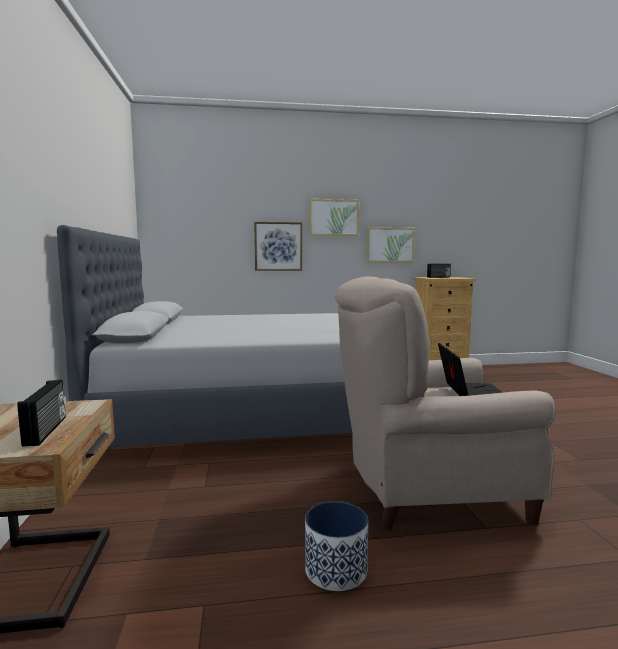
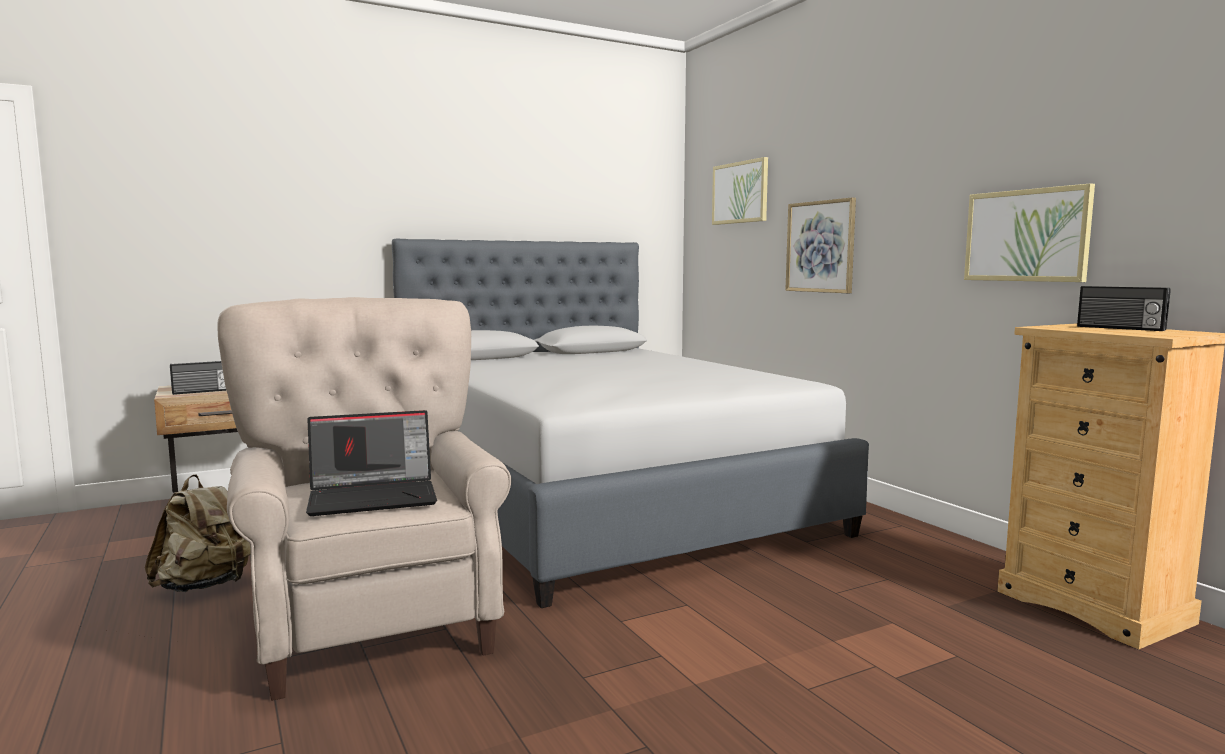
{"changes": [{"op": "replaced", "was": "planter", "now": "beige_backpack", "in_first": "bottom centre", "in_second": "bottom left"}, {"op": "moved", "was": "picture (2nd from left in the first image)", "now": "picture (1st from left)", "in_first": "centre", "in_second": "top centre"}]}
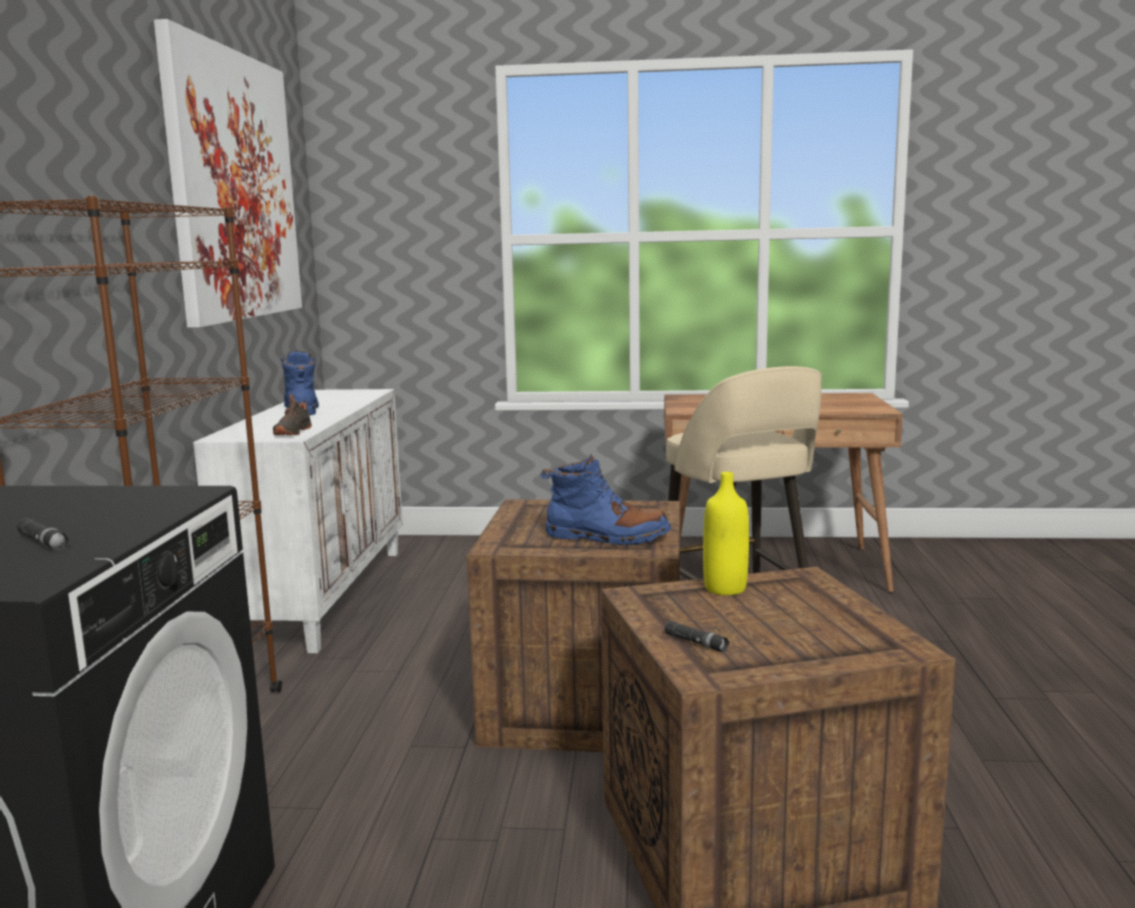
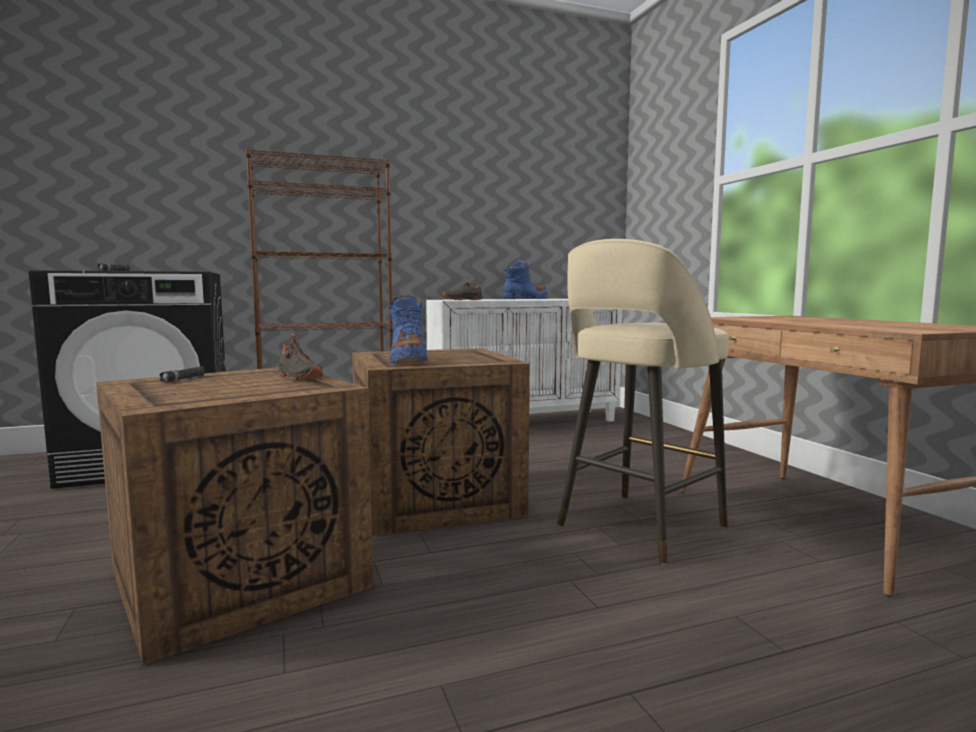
{"changes": [{"op": "removed", "was": "picture", "in_first": "top left"}, {"op": "replaced", "was": "yellow_bottle", "now": "black_shoe (1st from left)", "in_first": "centre", "in_second": "middle left"}]}
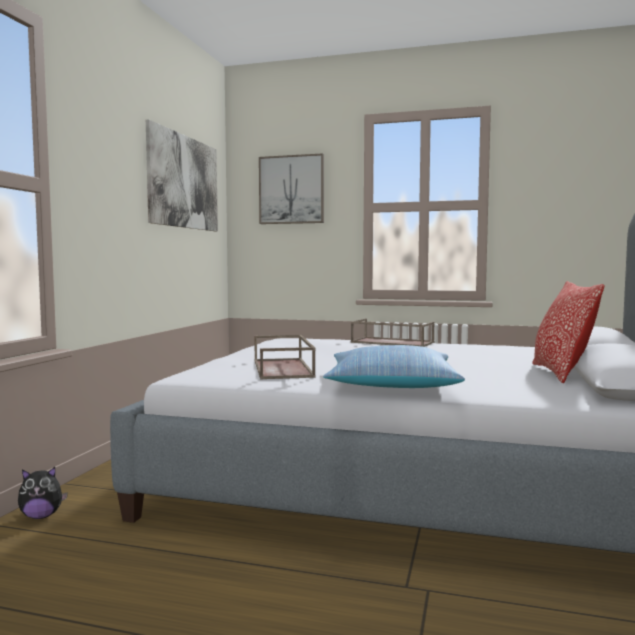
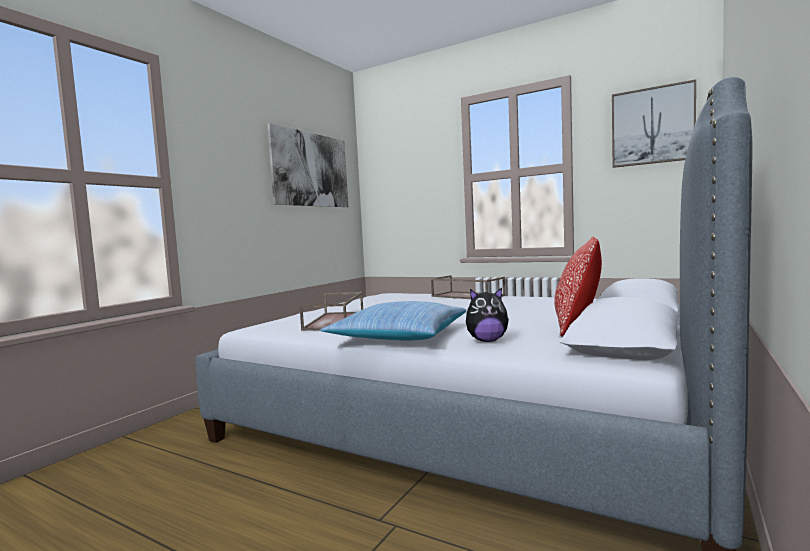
{"changes": [{"op": "moved", "was": "plush_toy", "in_first": "bottom left", "in_second": "centre"}, {"op": "moved", "was": "picture (2nd from left)", "in_first": "top centre", "in_second": "top right"}]}
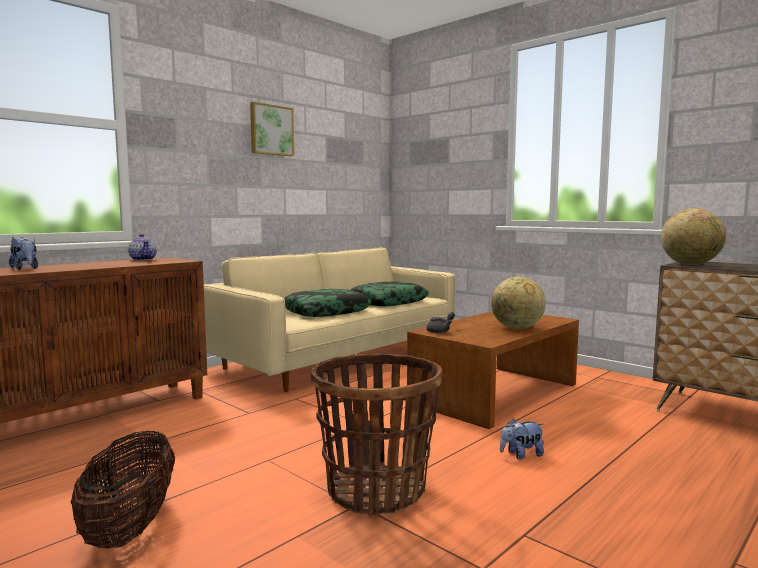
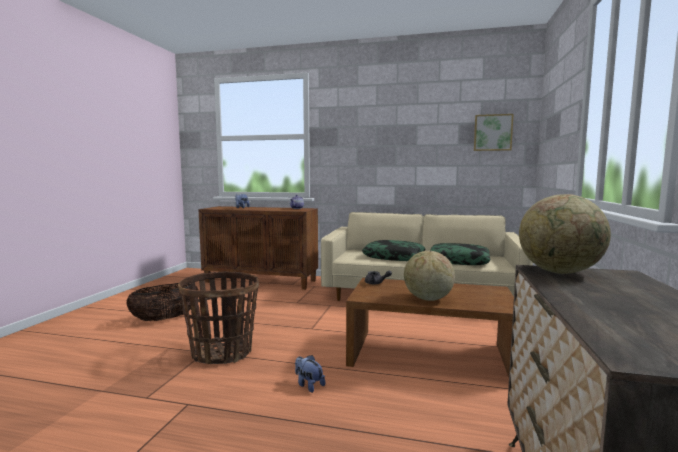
{"changes": [{"op": "moved", "was": "picture", "in_first": "top centre", "in_second": "top right"}]}
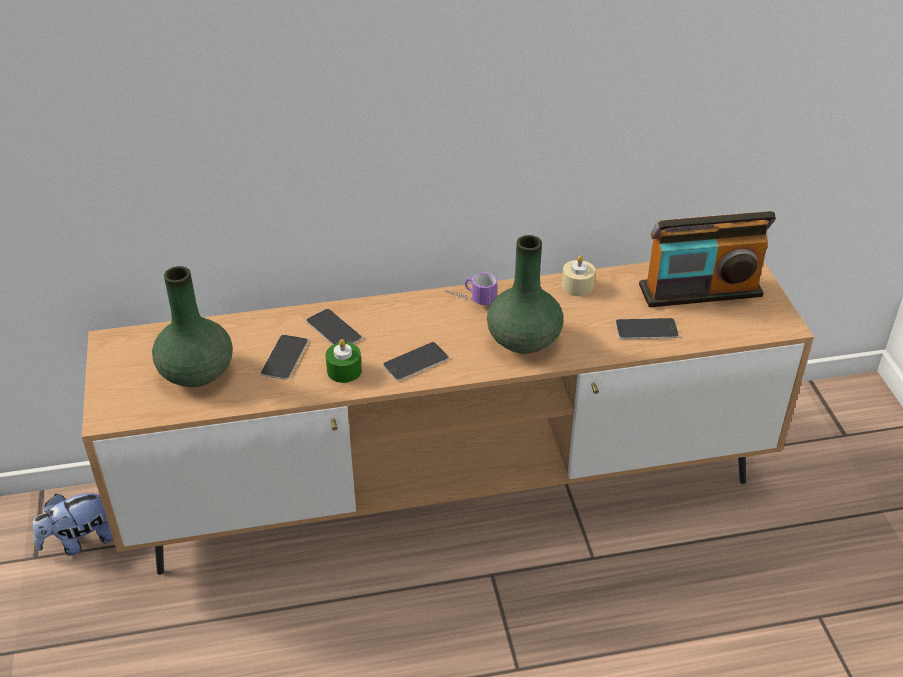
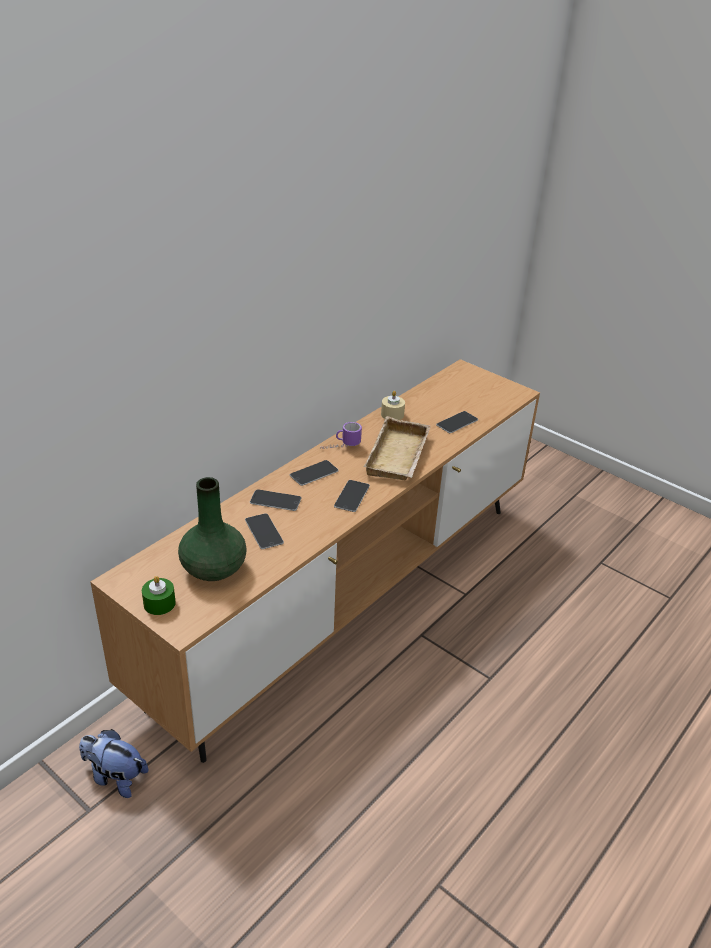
{"changes": [{"op": "turned", "was": "plush_toy", "in_first": "bottom left", "in_second": "bottom left", "clockwise": 90}, {"op": "moved", "was": "green_candle", "in_first": "centre", "in_second": "middle left"}, {"op": "replaced", "was": "green_vase (2nd from left)", "now": "beige_tray", "in_first": "centre", "in_second": "centre"}, {"op": "removed", "was": "radio", "in_first": "middle right"}, {"op": "added", "now": "phone (3rd from left)", "in_second": "centre"}]}
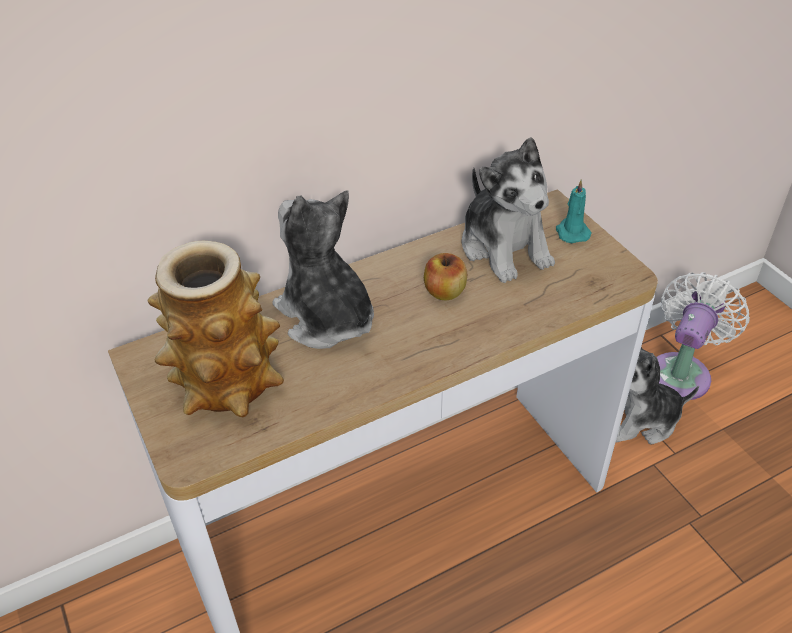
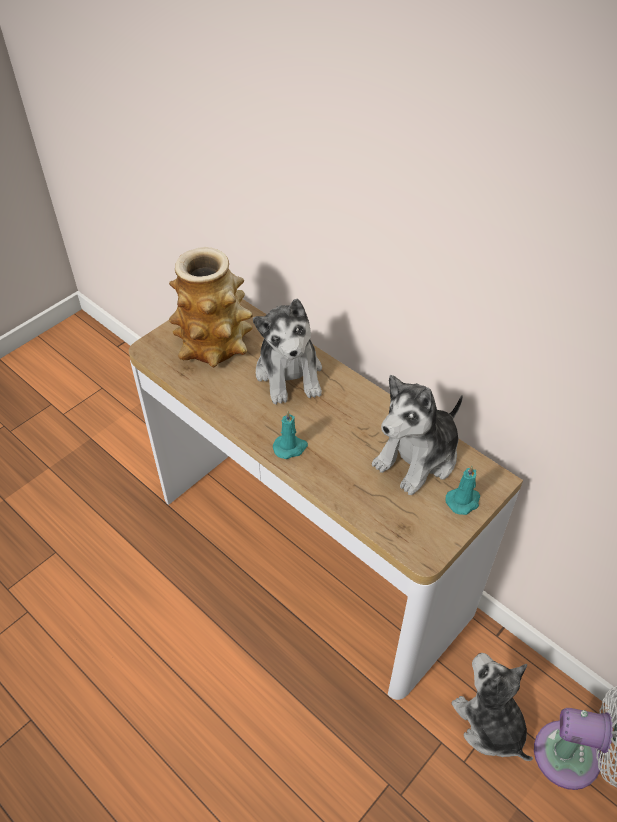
{"changes": [{"op": "turned", "was": "plush_toy (1st from left)", "in_first": "centre", "in_second": "centre", "clockwise": 135}, {"op": "removed", "was": "apple", "in_first": "centre"}, {"op": "added", "now": "turquoise_candle (1st from left)", "in_second": "centre"}]}
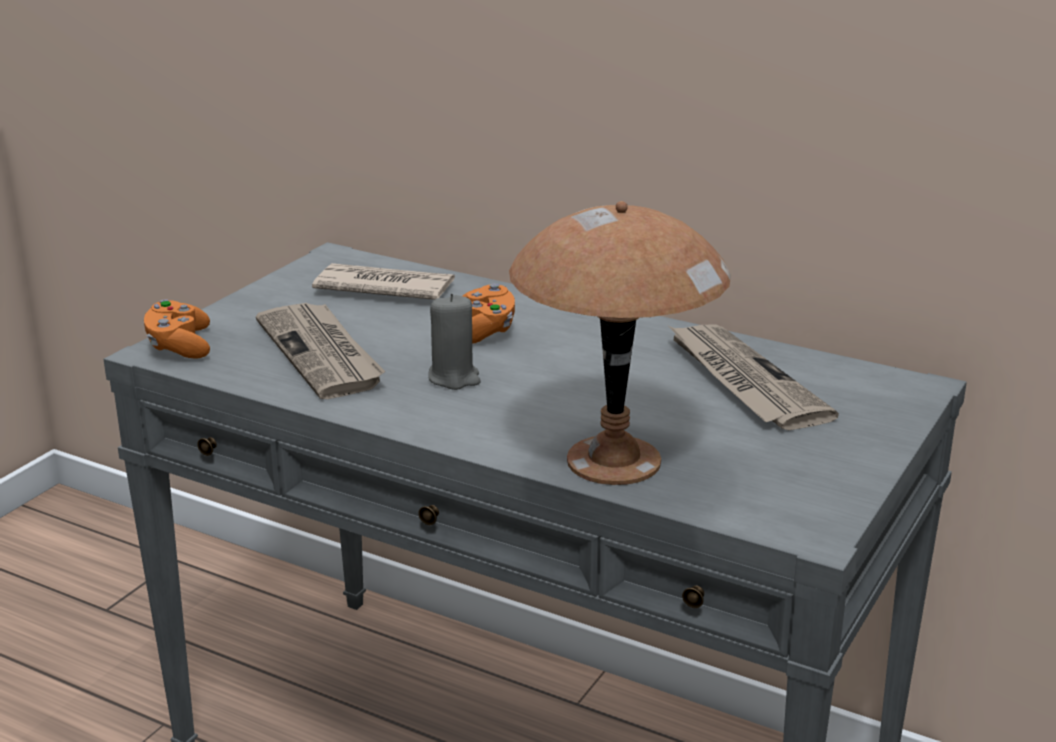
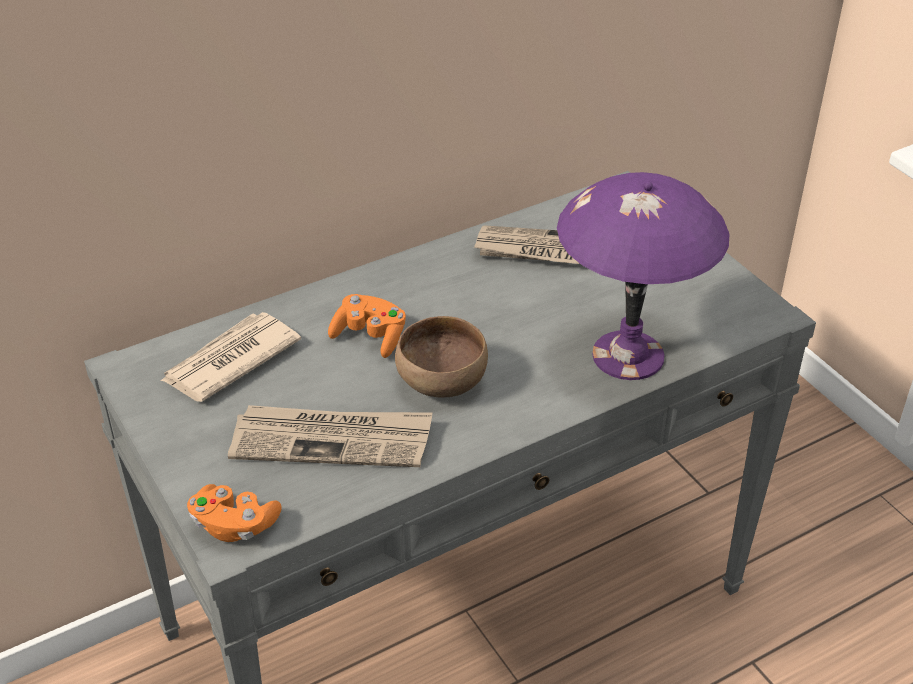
{"changes": [{"op": "replaced", "was": "grey_candle", "now": "brown_bowl", "in_first": "centre", "in_second": "centre"}, {"op": "recoloured", "was": "brown_table_lamp", "now": "purple_table_lamp", "in_first": "centre", "in_second": "middle right"}]}
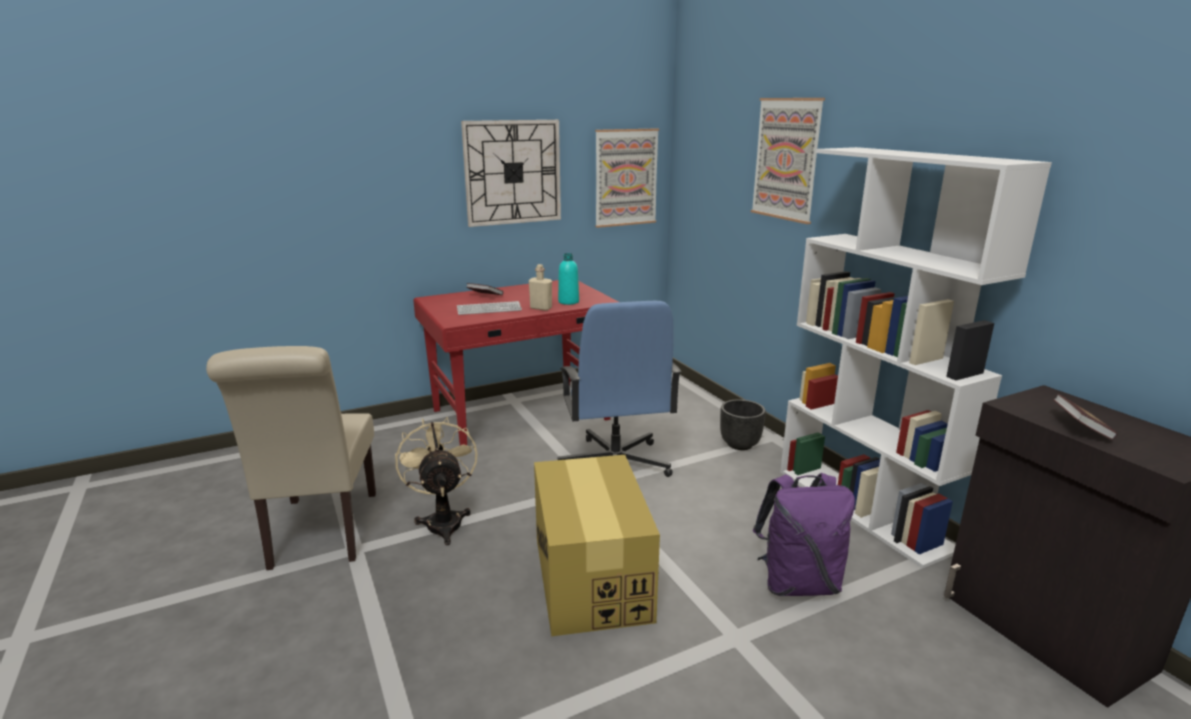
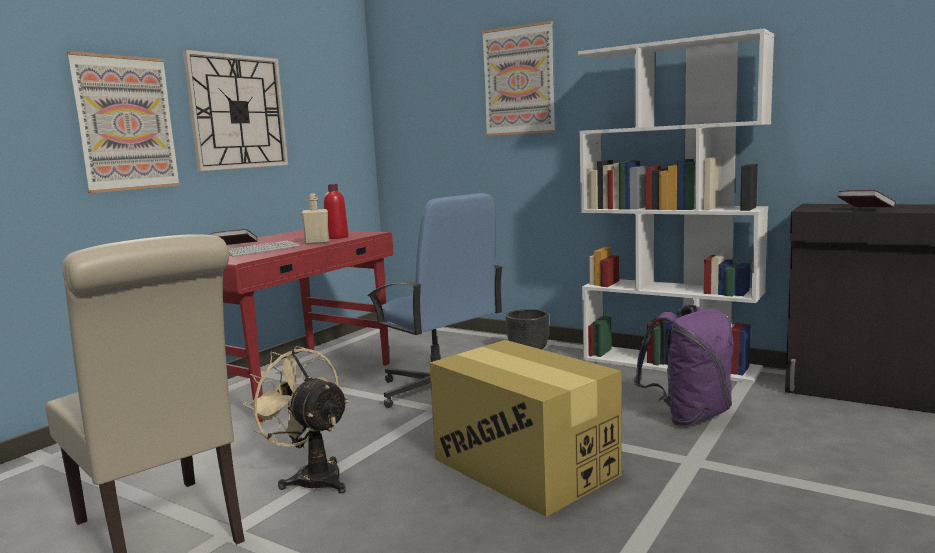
{"changes": [{"op": "recoloured", "was": "turquoise_bottle", "now": "red_bottle", "in_first": "centre", "in_second": "centre"}, {"op": "moved", "was": "picture (1st from left)", "in_first": "top centre", "in_second": "top left"}]}
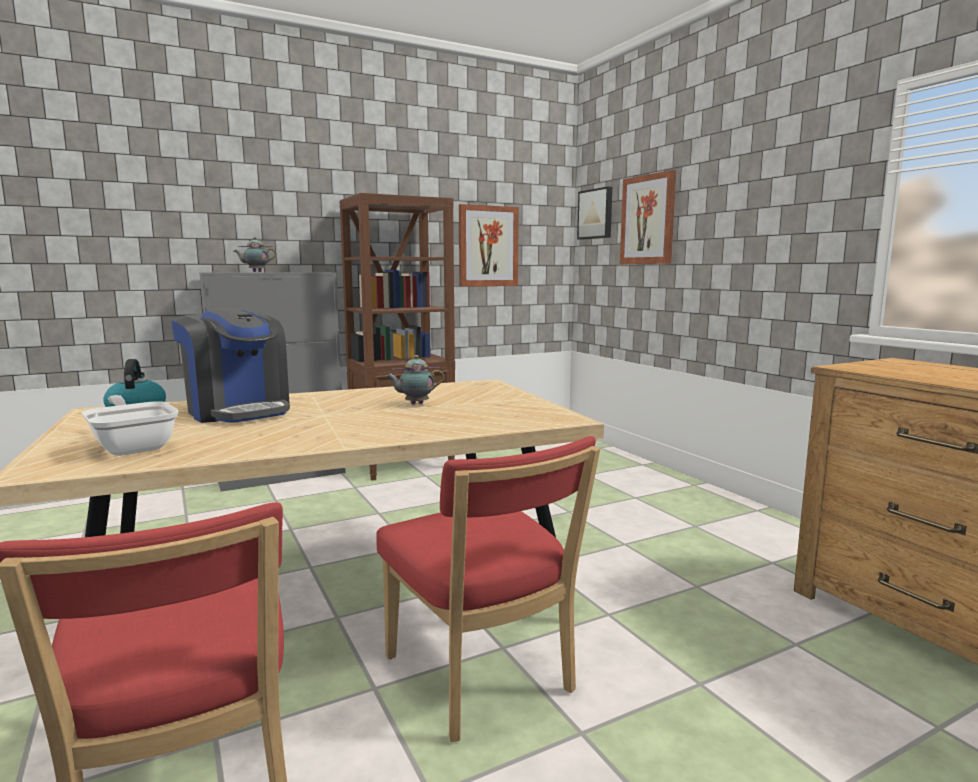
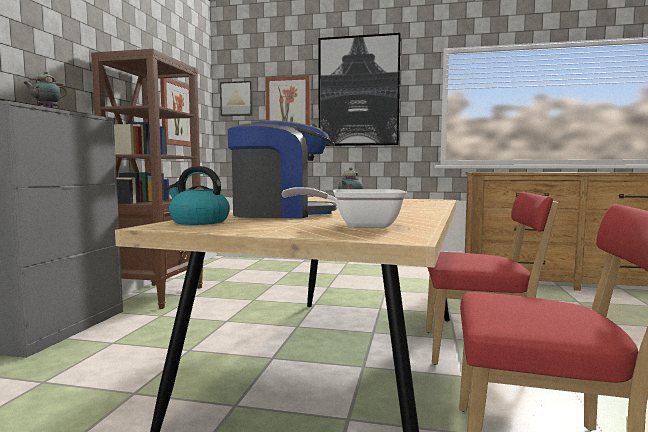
{"changes": [{"op": "added", "now": "picture (4th from left)", "in_second": "top centre"}]}
